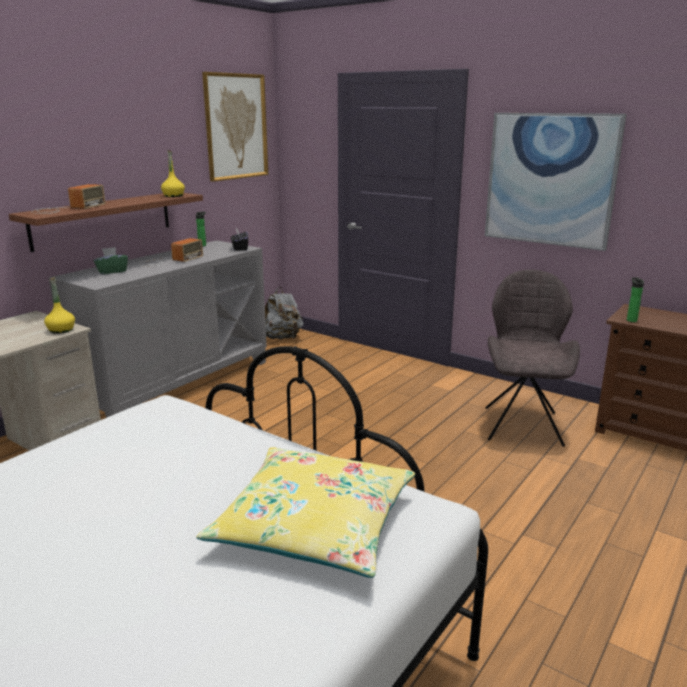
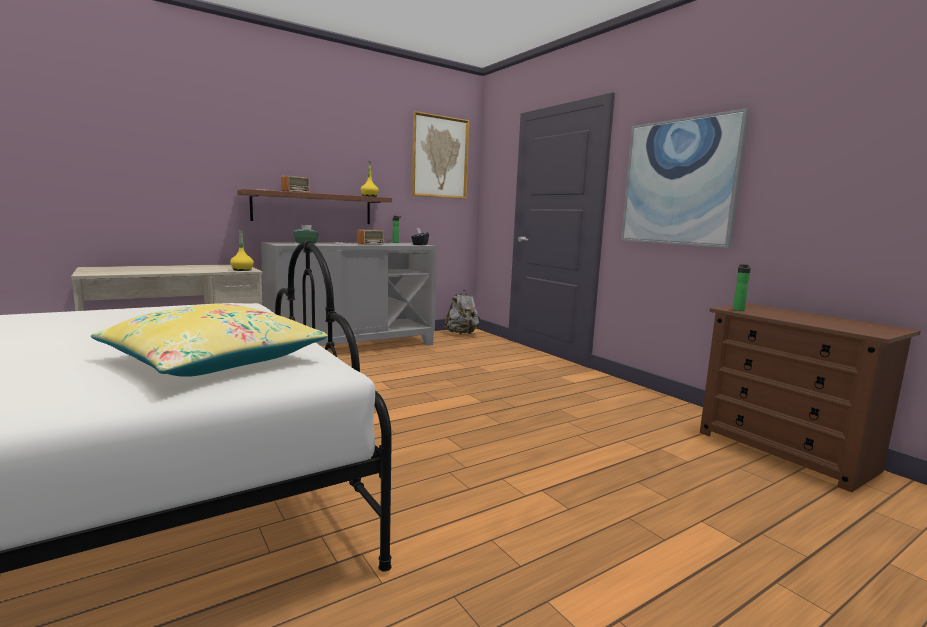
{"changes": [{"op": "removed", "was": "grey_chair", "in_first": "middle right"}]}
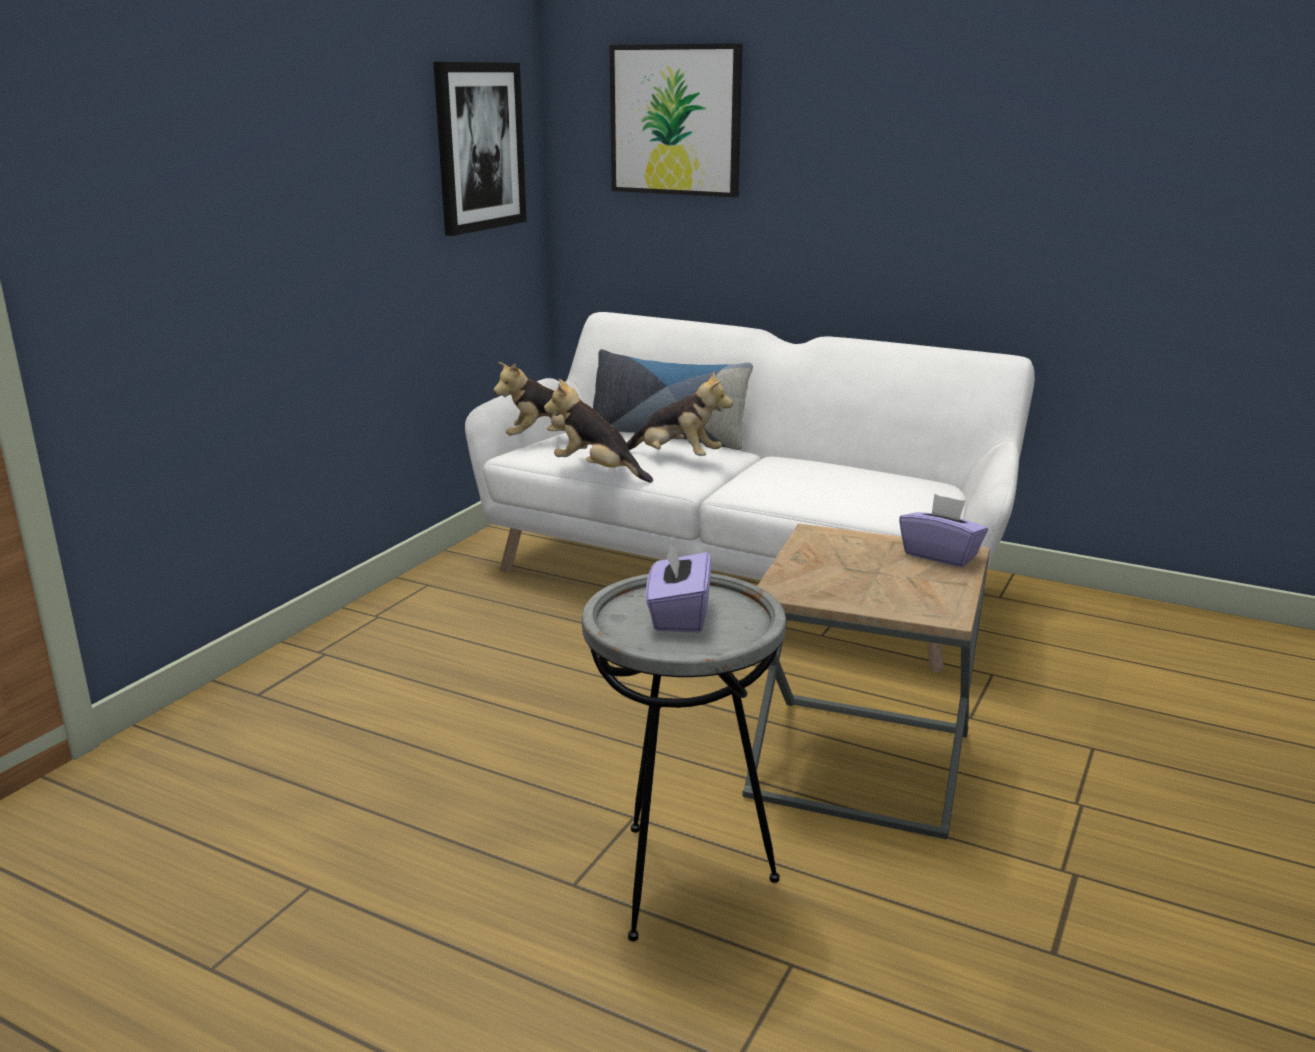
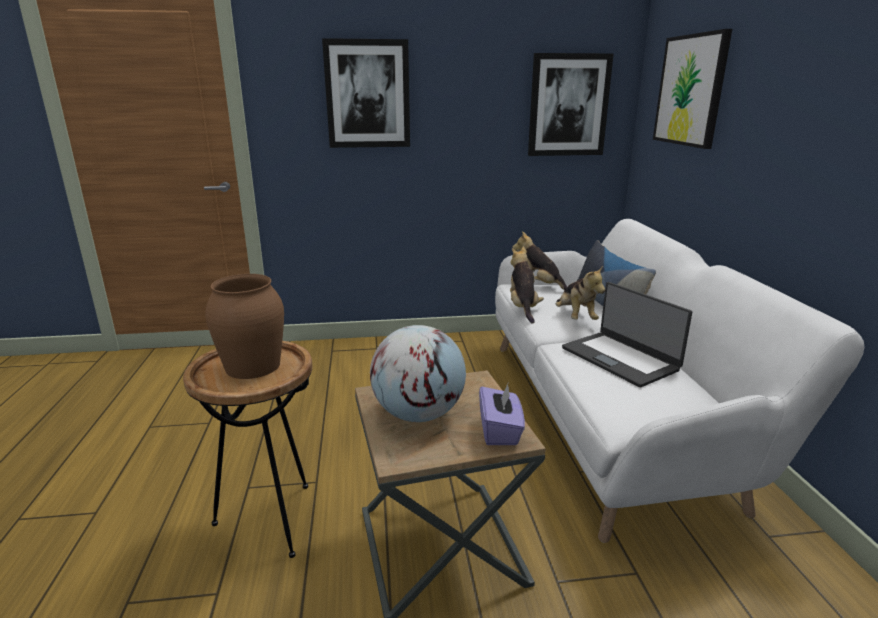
{"changes": [{"op": "recoloured", "was": "grey_side_table", "now": "brown_side_table (1st from left)", "in_first": "bottom centre", "in_second": "bottom left"}, {"op": "replaced", "was": "purple_tissue_box (1st from left)", "now": "brown_vase", "in_first": "centre", "in_second": "middle left"}, {"op": "added", "now": "picture (1st from left)", "in_second": "top centre"}, {"op": "added", "now": "globe", "in_second": "centre"}, {"op": "added", "now": "laptop", "in_second": "middle right"}]}
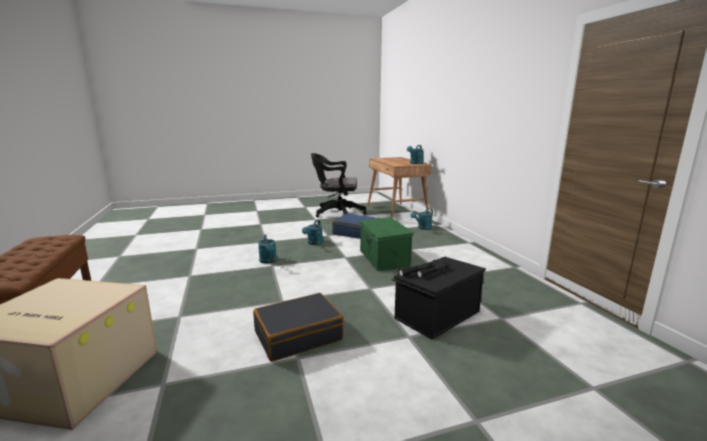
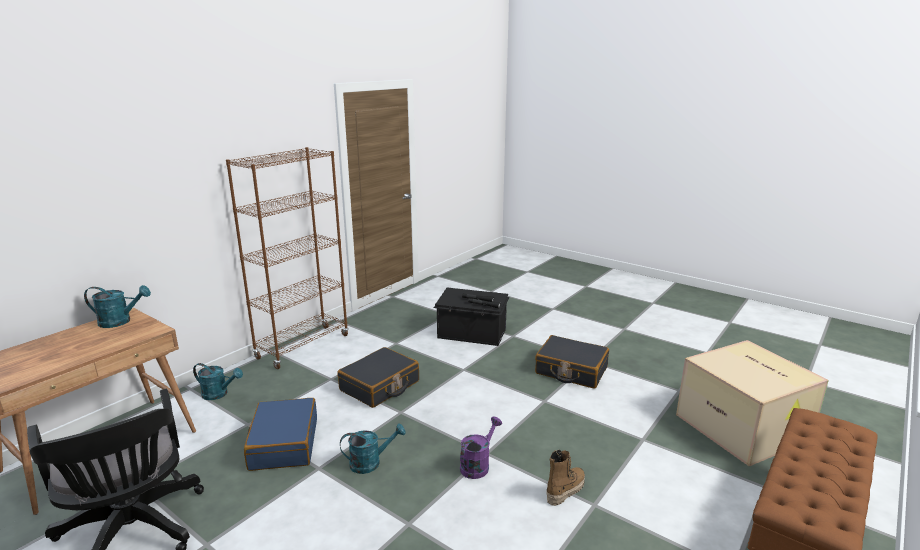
{"changes": [{"op": "recoloured", "was": "turquoise_watering_can (1st from left)", "now": "purple_watering_can", "in_first": "centre", "in_second": "bottom centre"}, {"op": "replaced", "was": "green_storage_box", "now": "black_suitcase (1st from left)", "in_first": "centre", "in_second": "bottom centre"}, {"op": "added", "now": "brown_bookcase", "in_second": "middle left"}, {"op": "added", "now": "boot", "in_second": "bottom centre"}]}
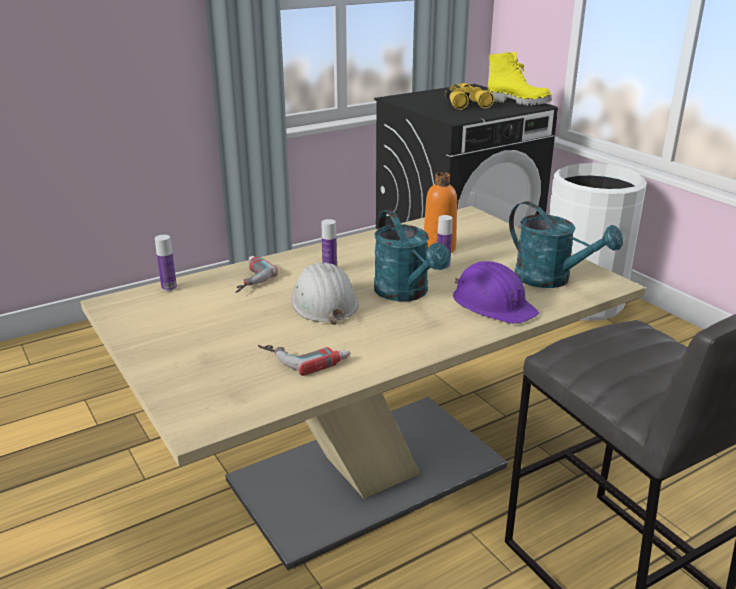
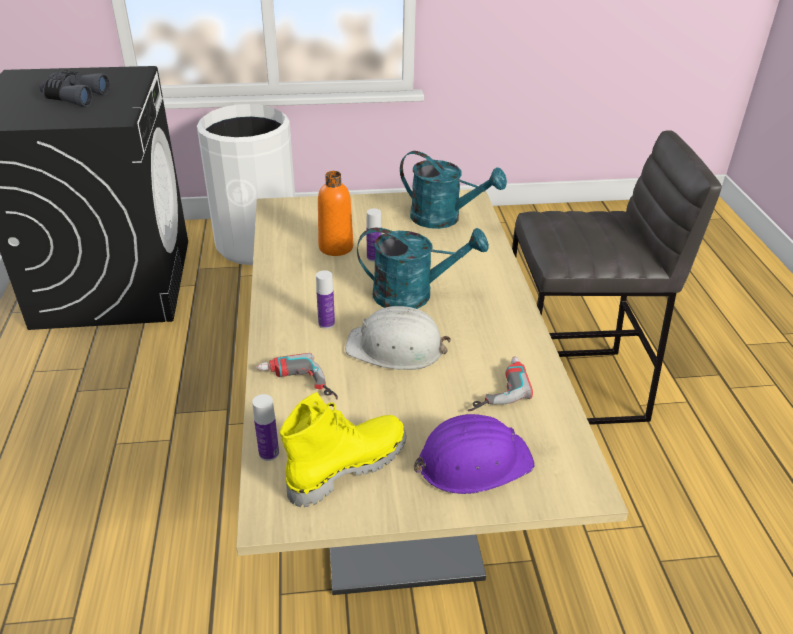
{"changes": [{"op": "recoloured", "was": "yellow_binoculars", "now": "grey_binoculars", "in_first": "top centre", "in_second": "top left"}, {"op": "moved", "was": "purple_hard_hat", "in_first": "middle right", "in_second": "bottom centre"}, {"op": "moved", "was": "yellow_boot", "in_first": "top right", "in_second": "bottom centre"}, {"op": "turned", "was": "turquoise_watering_can (2nd from left)", "in_first": "middle right", "in_second": "top centre", "clockwise": 45}]}
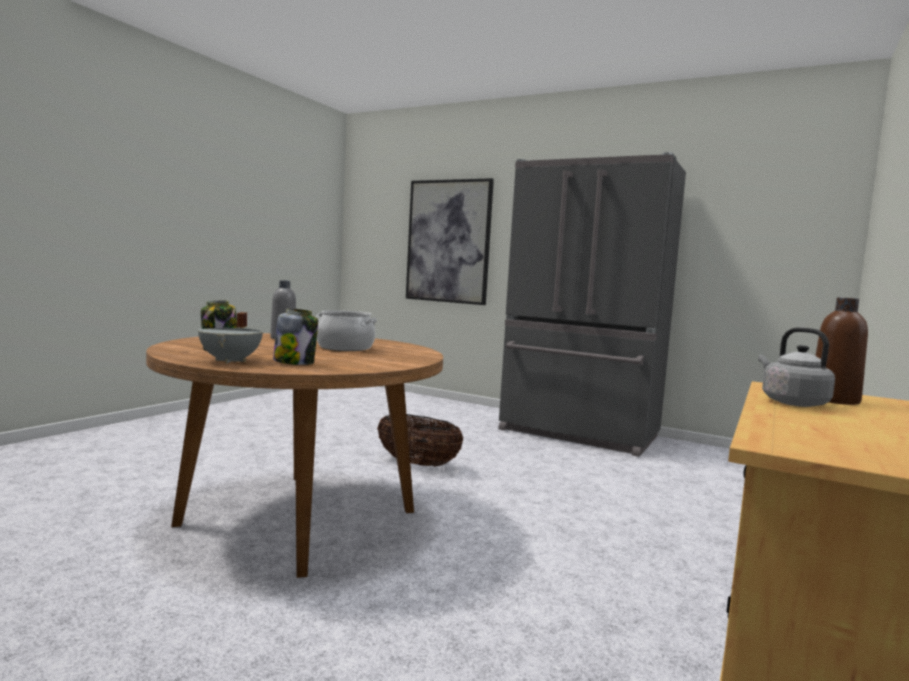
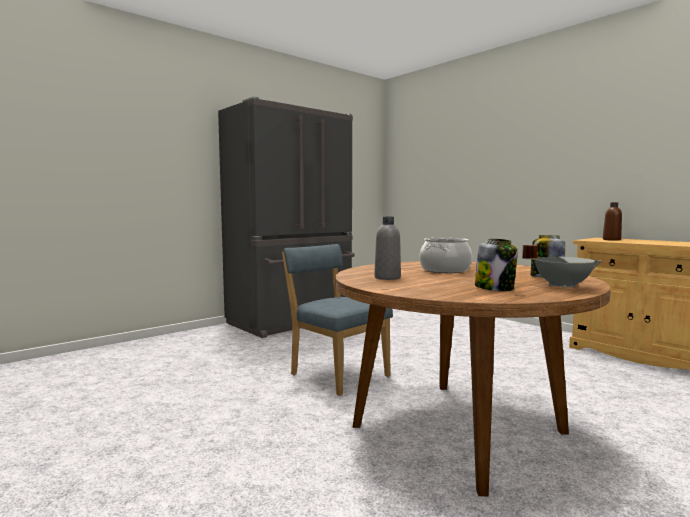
{"changes": [{"op": "replaced", "was": "basket", "now": "blue_chair", "in_first": "centre", "in_second": "centre"}, {"op": "removed", "was": "picture", "in_first": "centre"}, {"op": "removed", "was": "grey_kettle", "in_first": "middle right"}]}
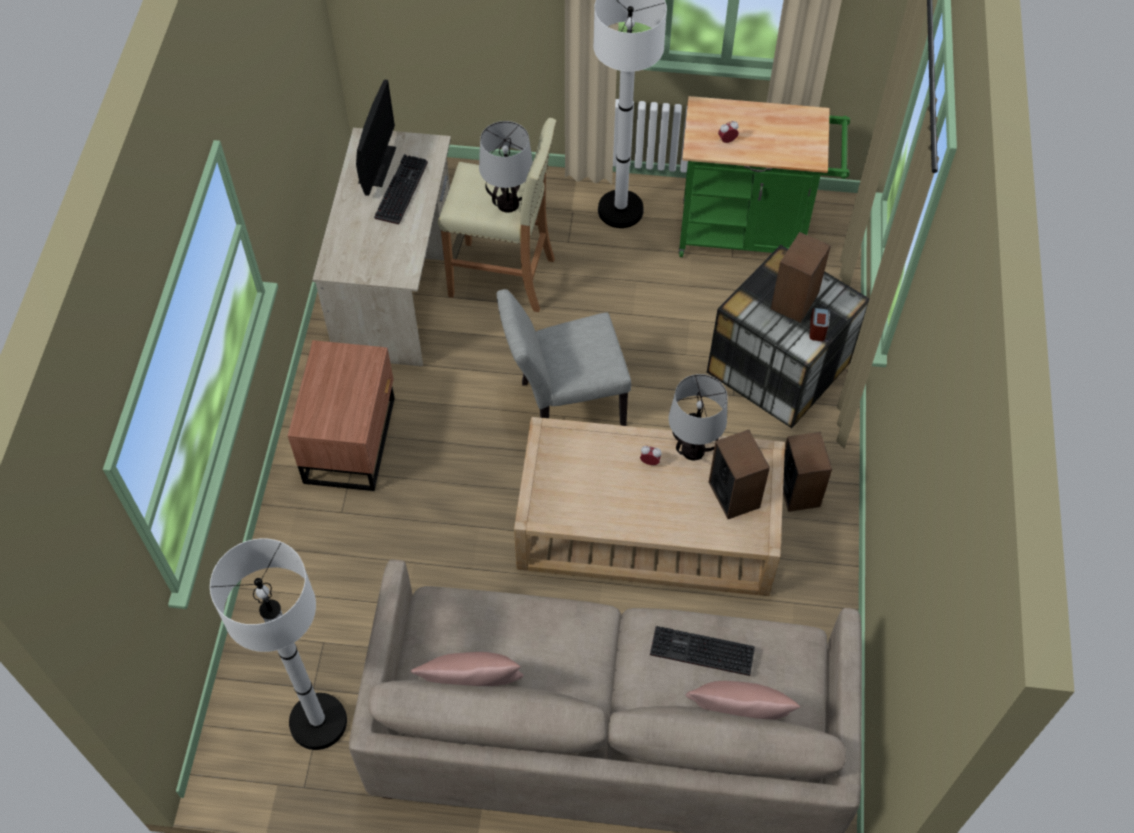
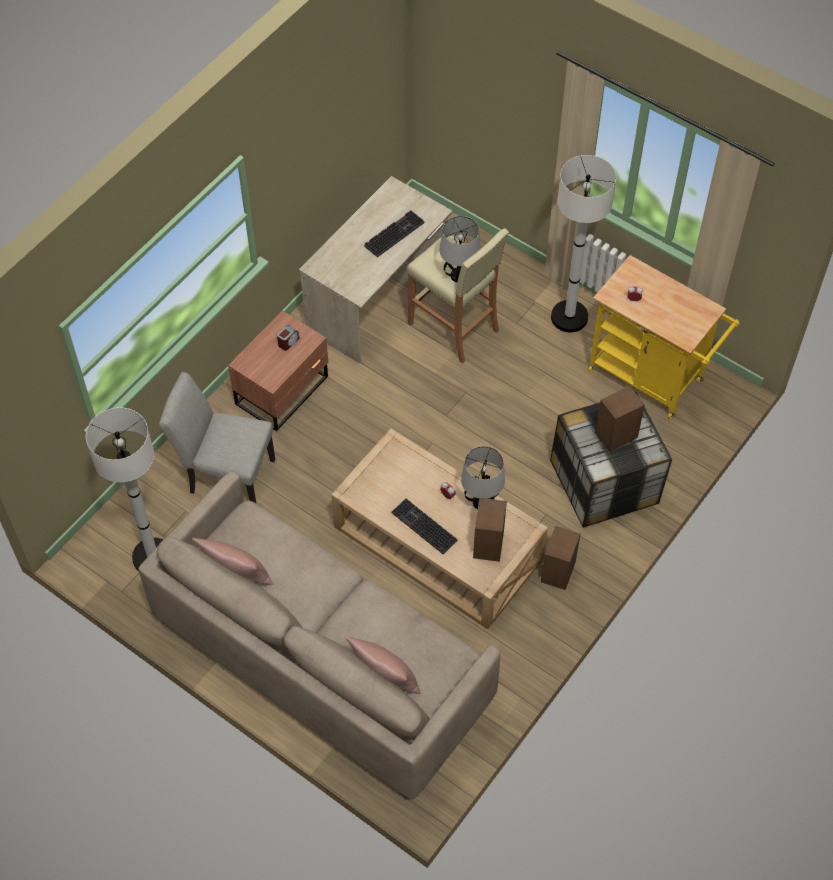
{"changes": [{"op": "removed", "was": "monitor", "in_first": "top left"}, {"op": "moved", "was": "grey_chair", "in_first": "centre", "in_second": "middle left"}, {"op": "moved", "was": "keyboard (2nd from left)", "in_first": "bottom centre", "in_second": "centre"}, {"op": "recoloured", "was": "green_cart", "now": "yellow_cart", "in_first": "top right", "in_second": "middle right"}, {"op": "moved", "was": "alarm_clock (3rd from left in the first image)", "now": "alarm_clock (1st from left)", "in_first": "middle right", "in_second": "centre"}]}
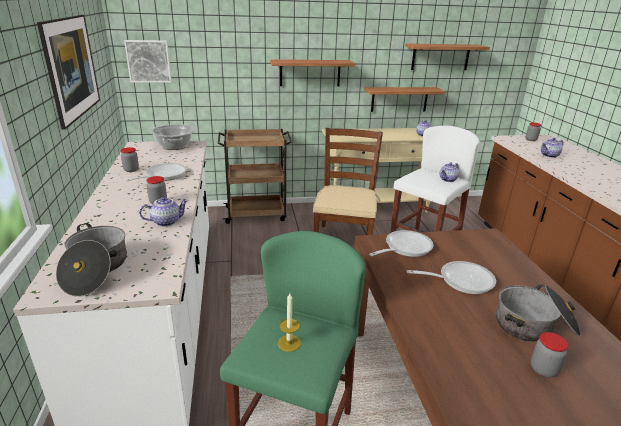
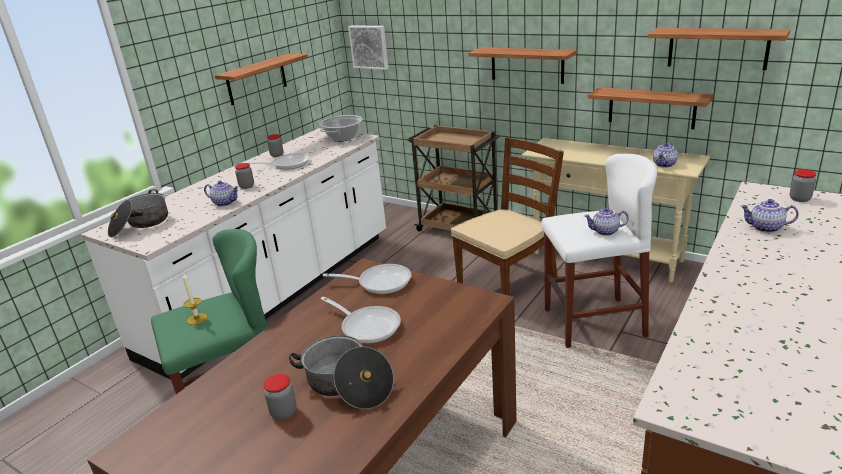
{"changes": [{"op": "replaced", "was": "picture (1st from left)", "now": "shelf (1st from left)", "in_first": "top left", "in_second": "top left"}]}
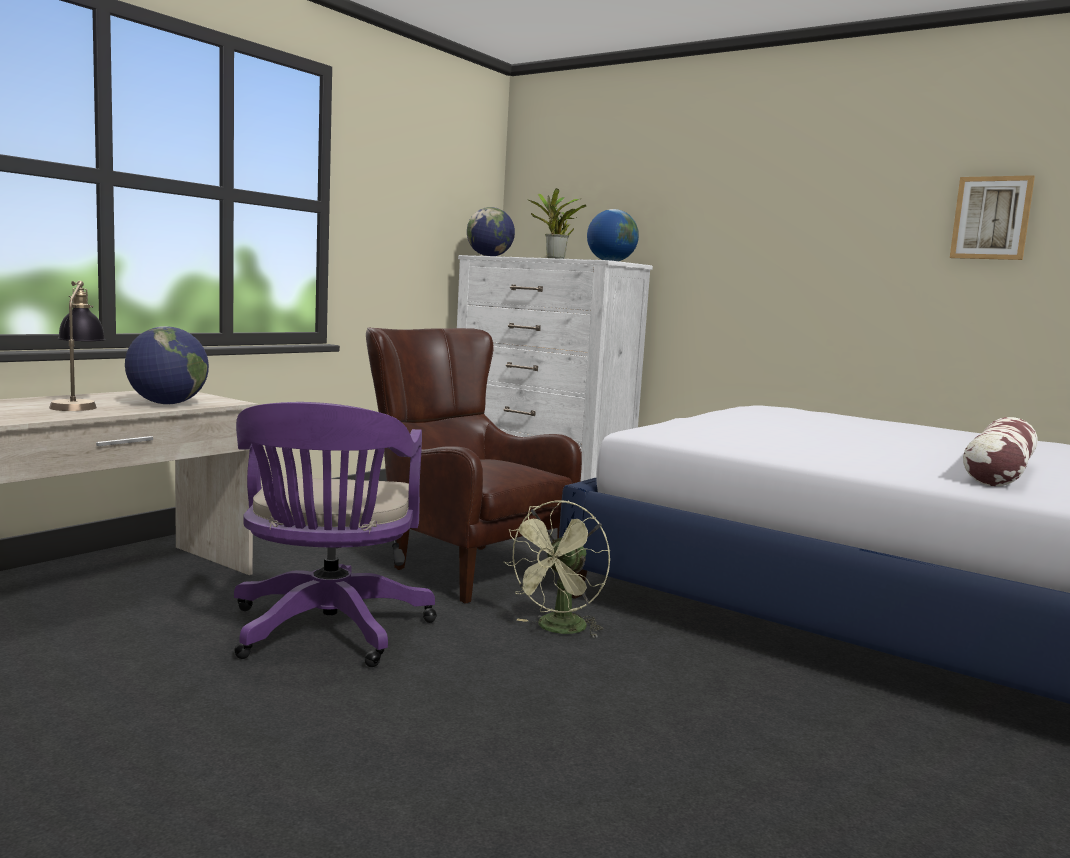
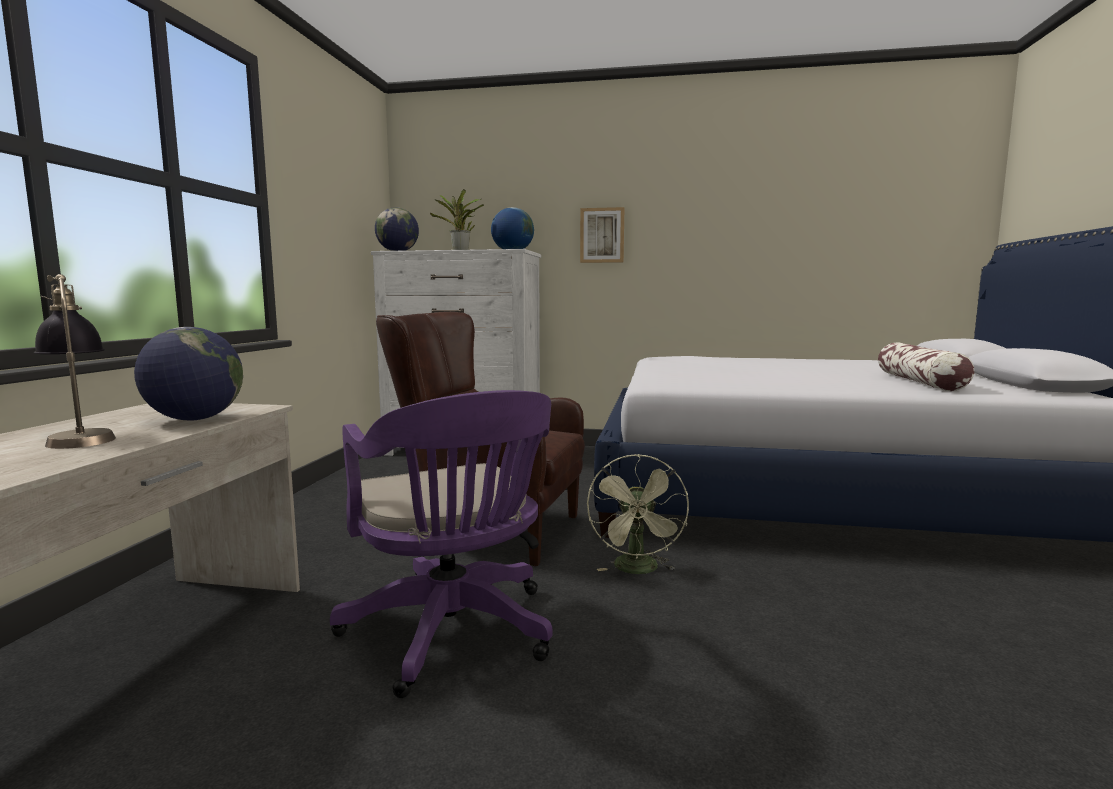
{"changes": [{"op": "moved", "was": "picture", "in_first": "top right", "in_second": "top centre"}]}
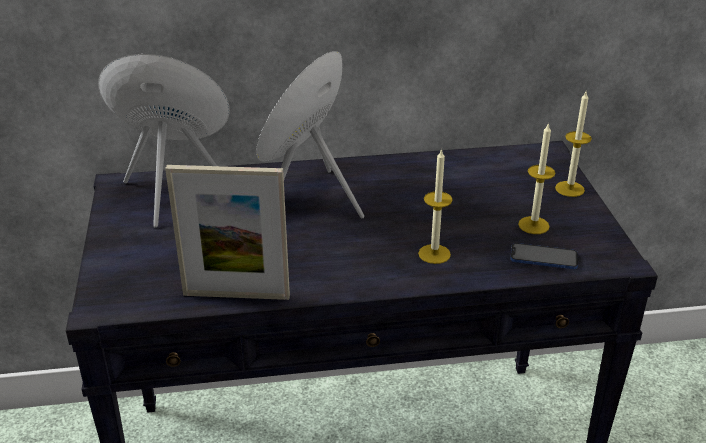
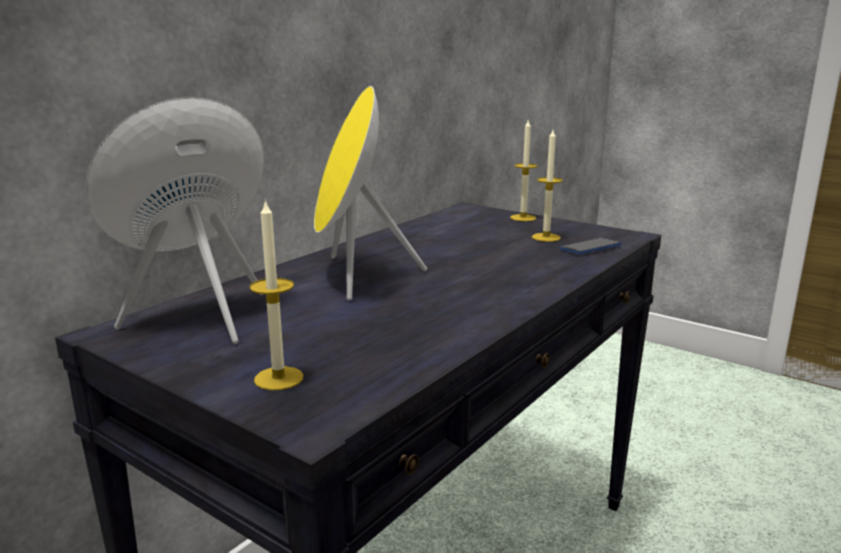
{"changes": [{"op": "removed", "was": "picture_frame", "in_first": "middle left"}, {"op": "moved", "was": "candle (1st from left)", "in_first": "centre", "in_second": "middle left"}]}
